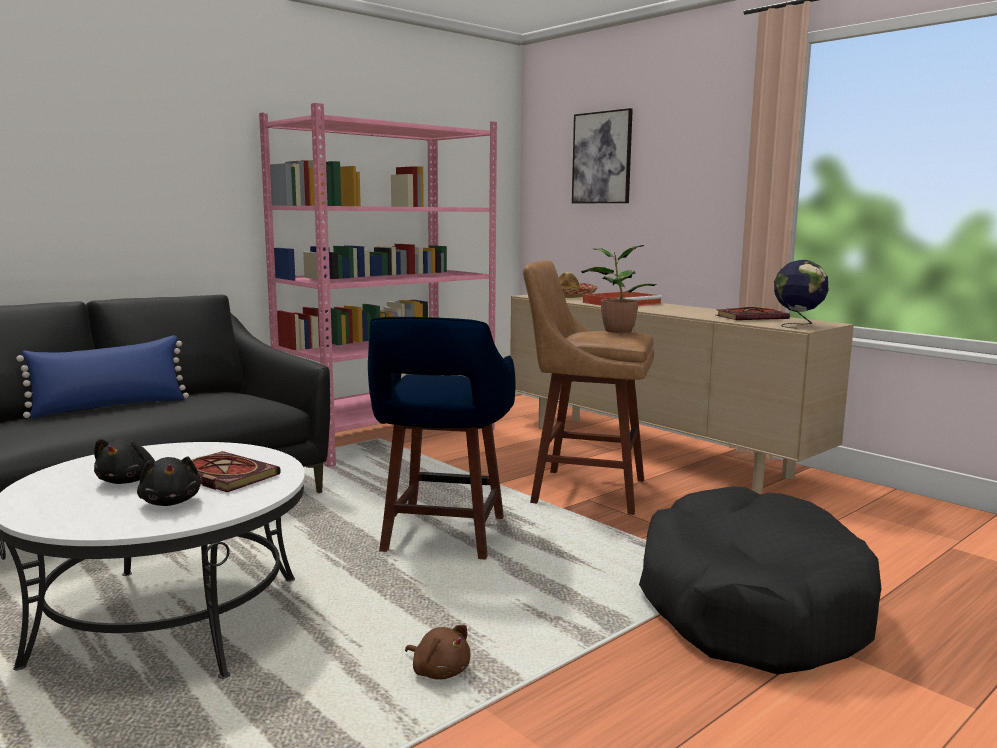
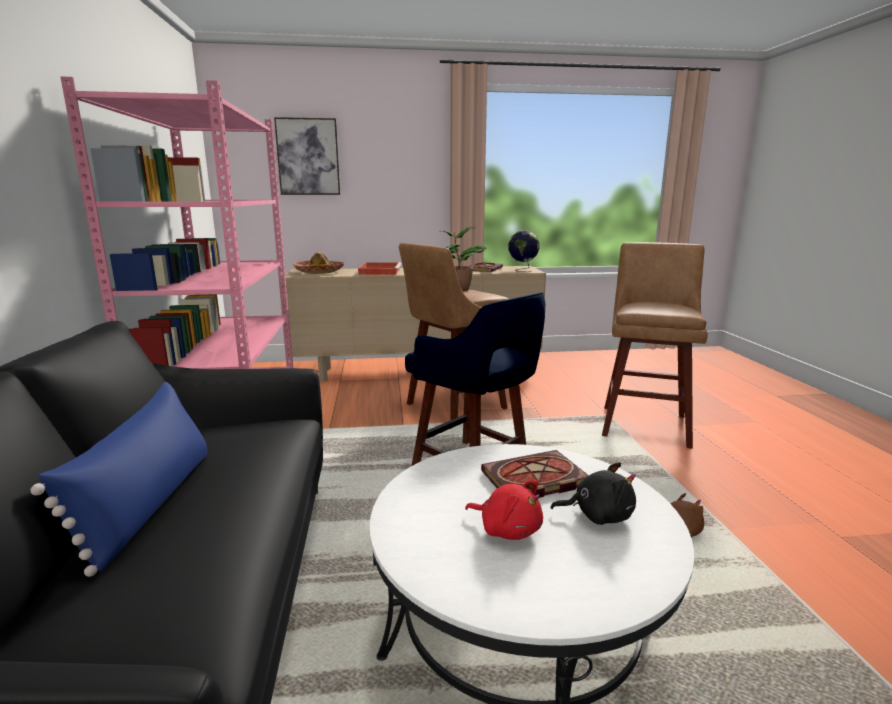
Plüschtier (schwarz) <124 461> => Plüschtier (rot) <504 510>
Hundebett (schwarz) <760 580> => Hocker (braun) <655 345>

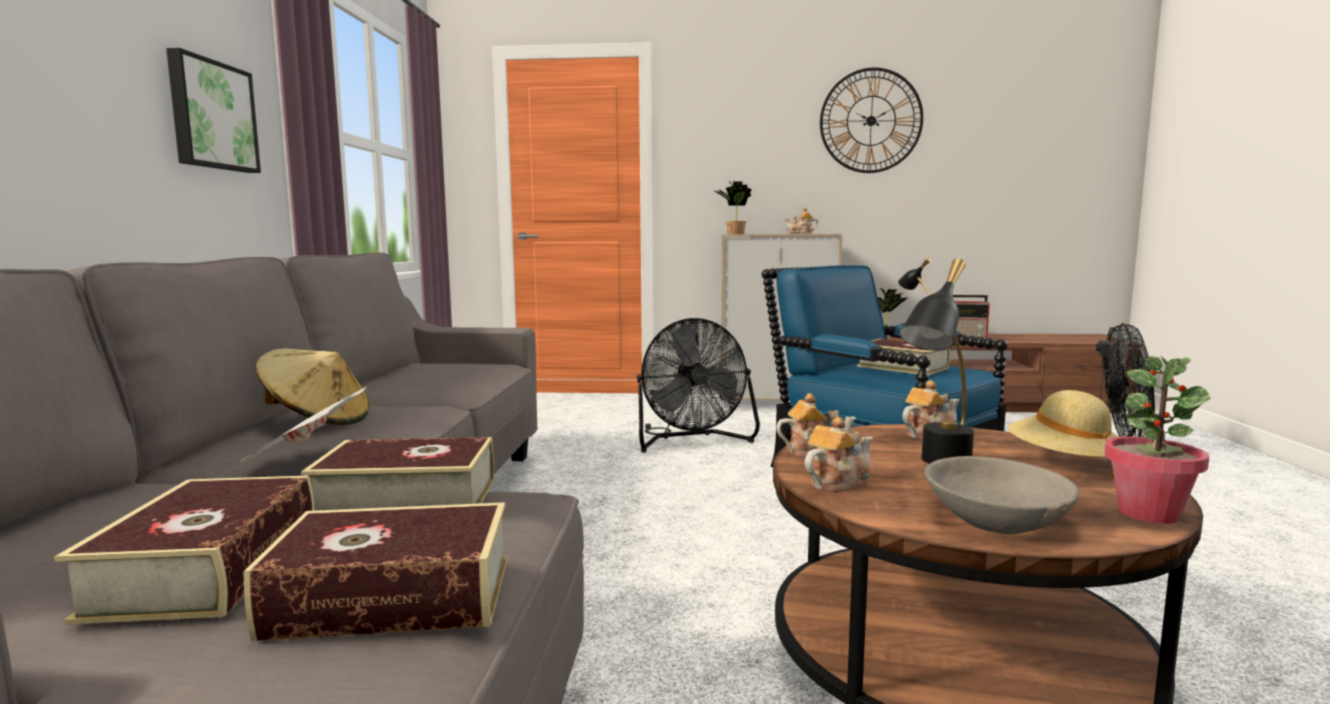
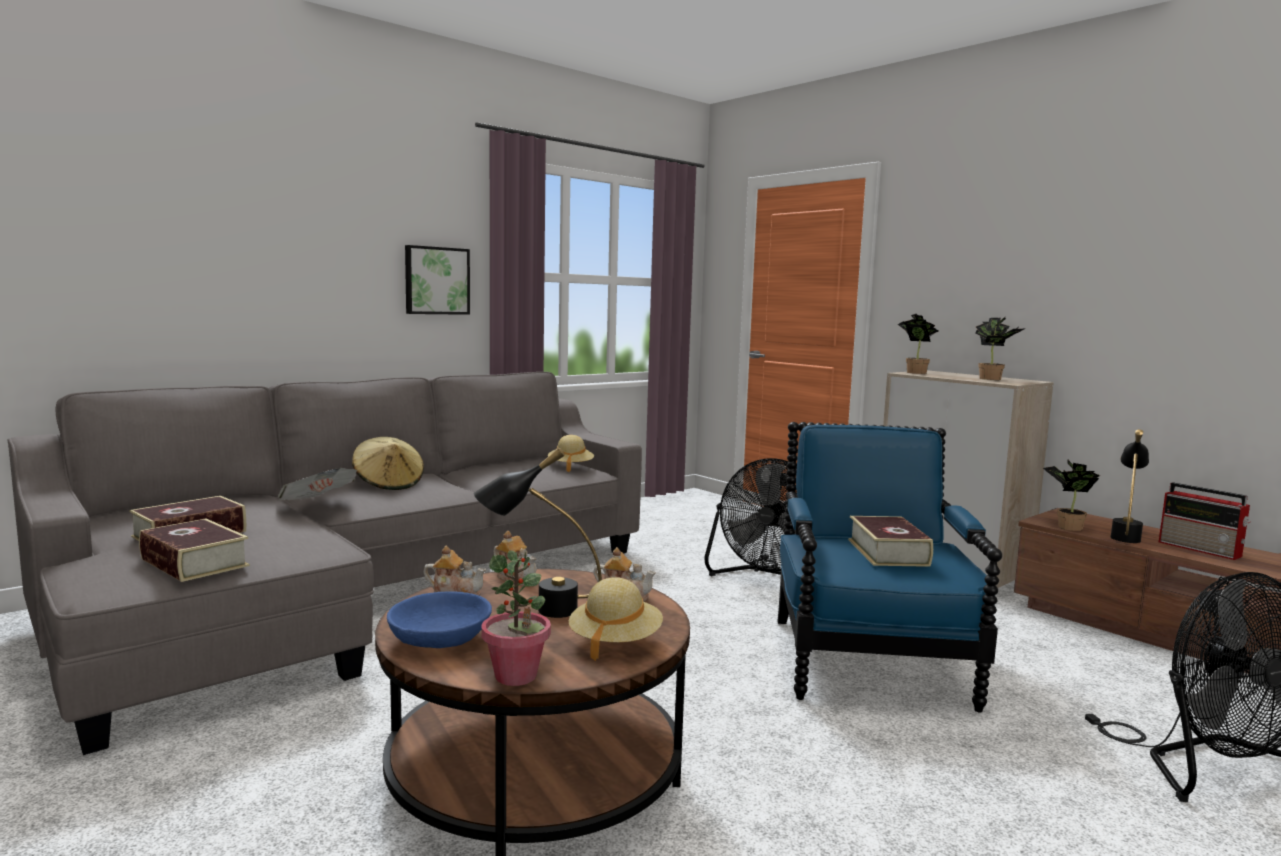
Schüssel (grau) <1002 495> => Schüssel (blau) <439 619>
nothing => Hut (beige) <571 453>
Teekanne <801 220> => Topfpflanze <999 348>
Buch <397 474> => nothing
Wanduhr <871 120> => nothing

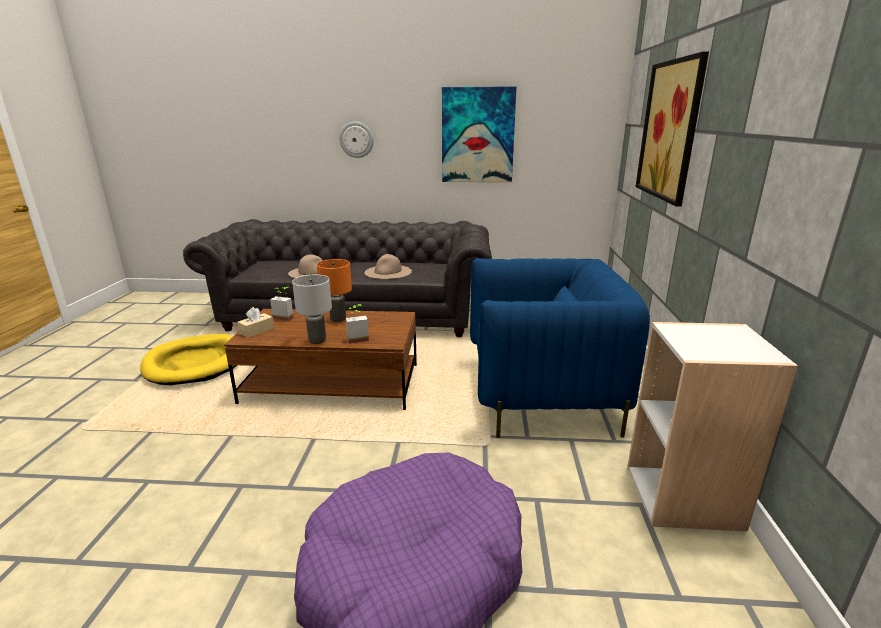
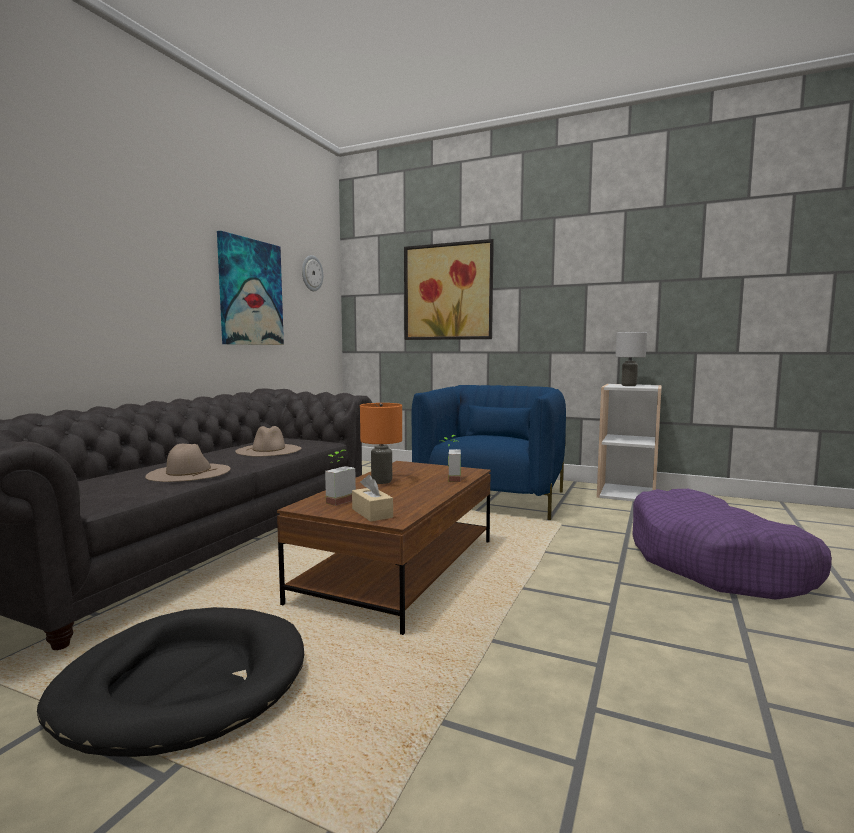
Hundebett (gelb) <188 360> => Hundebett (schwarz) <170 682>
Wanduhr <356 139> => Wanduhr <312 273>, moved
Tischlampe (weiß) <312 309> => Tischlampe (weiß) <631 358>, moved

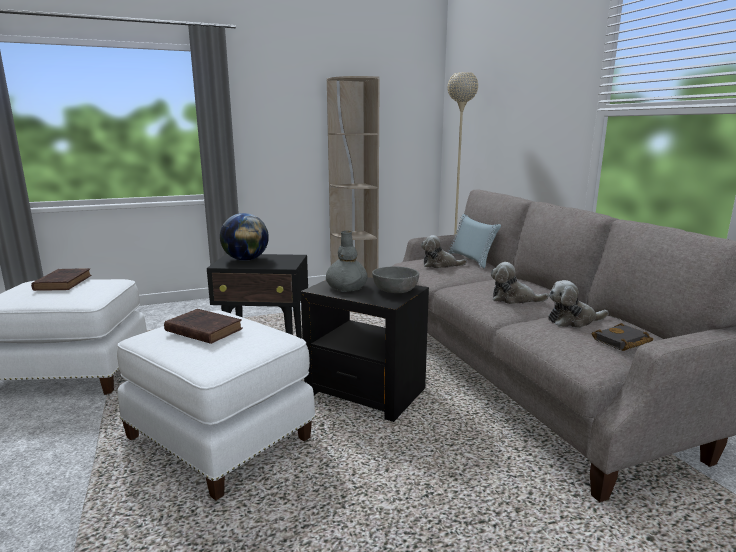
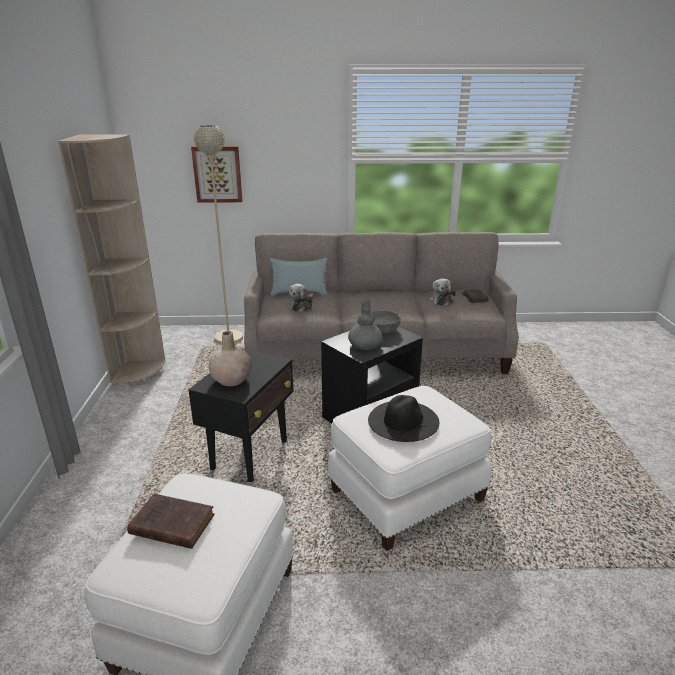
nothing => Bild <216 174>
Globus <244 237> => Vase (beige) <230 358>
Buch (braun) <203 326> => Hut (schwarz) <403 418>
Plüschtier <520 283> => nothing

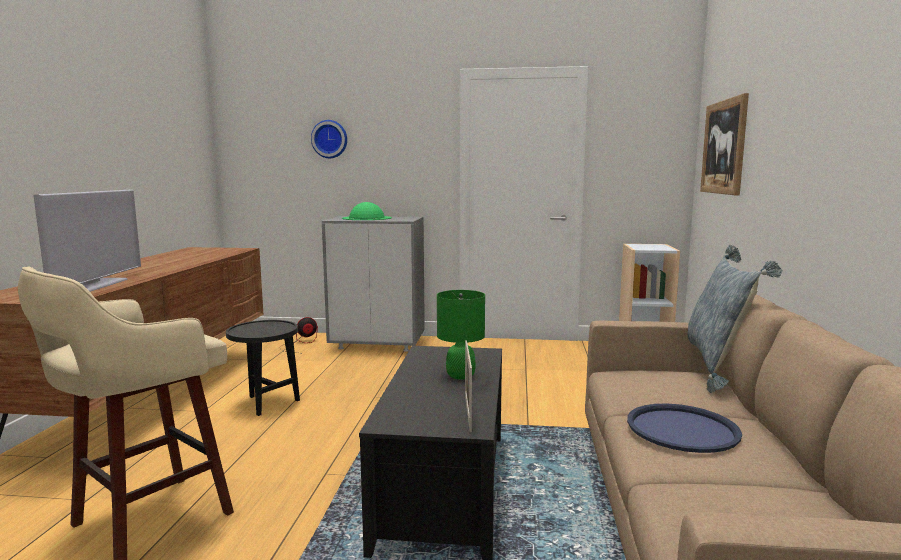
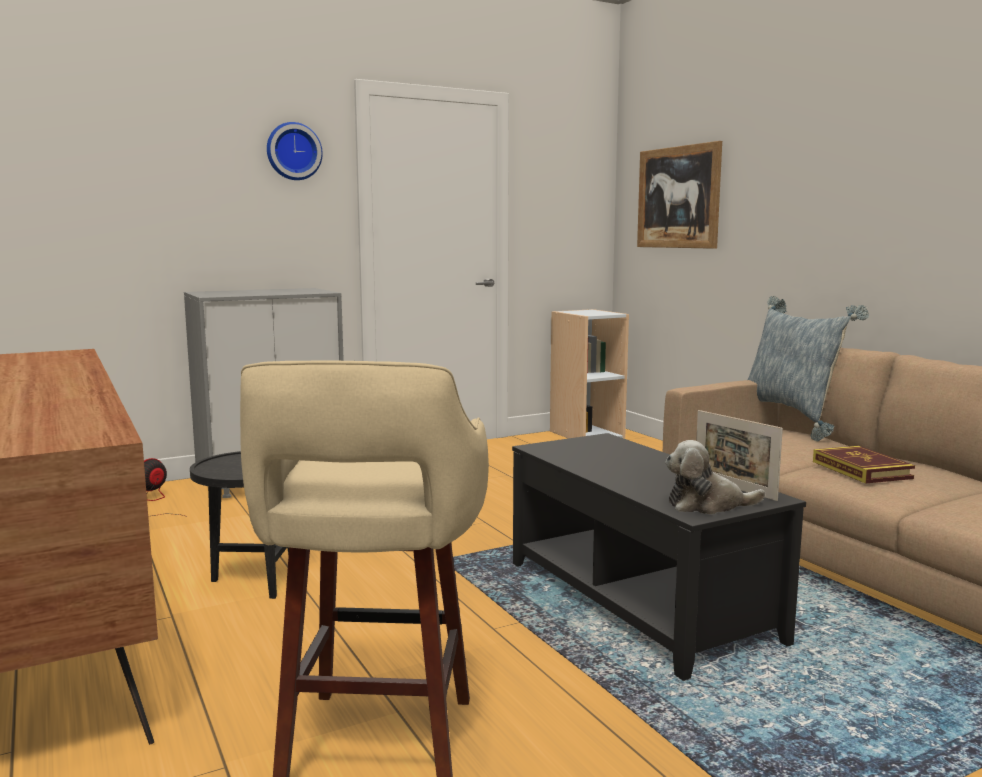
Wanduhr <329 139> => Wanduhr <295 151>, moved
nothing => Plüschtier <715 477>
Tablett (blau) <684 428> => Buch <864 465>
Fernseher <87 241> => nothing
Hut (grün) <367 211> => nothing
Tischlampe (grün) <461 335> => nothing

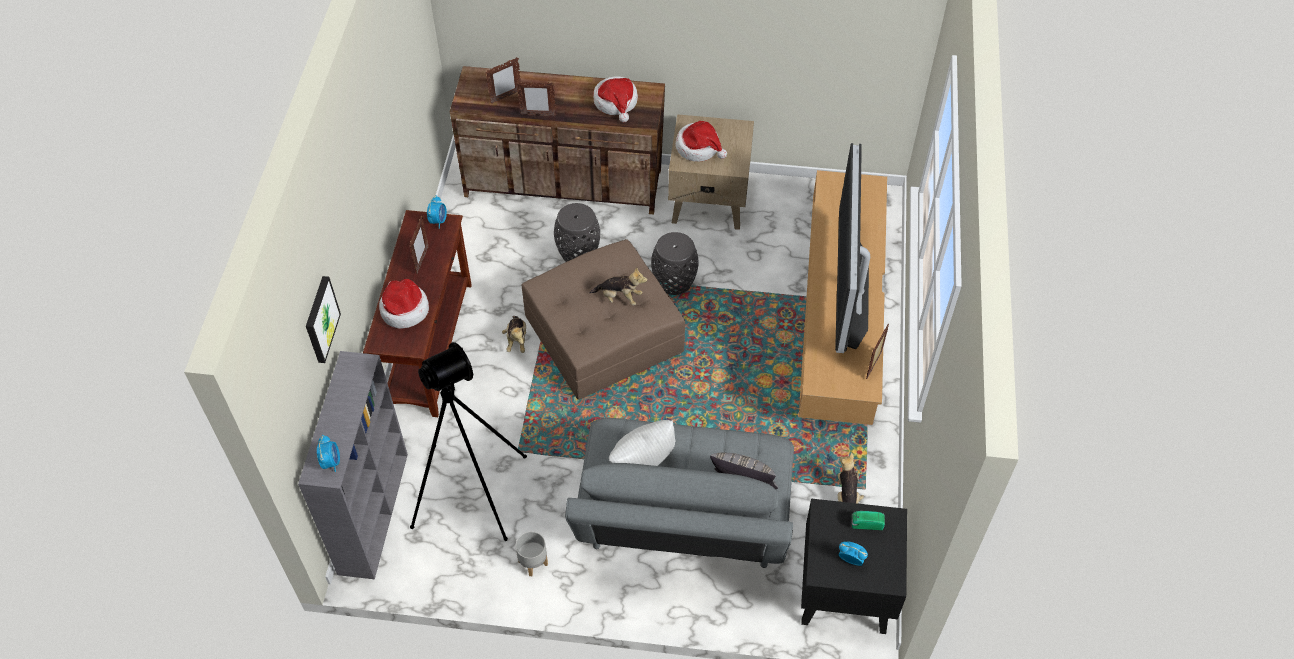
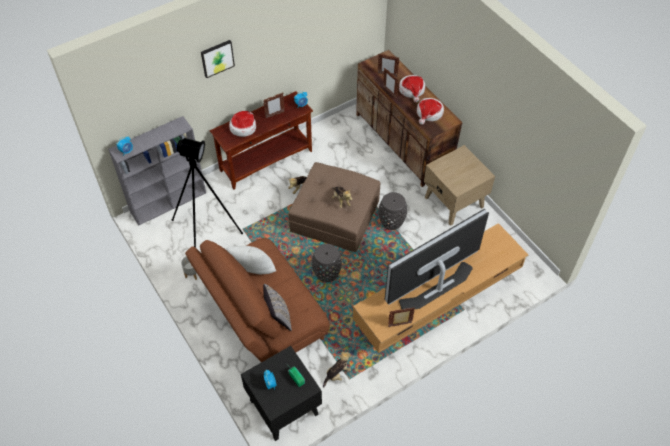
Sofa (grau) <679 493> => Sofa (braun) <257 299>
Bild <323 319> => Bild <218 59>, moved
Hocker (grau) <577 232> => Hocker (grau) <327 263>, moved
Hut <701 141> => Hut <412 89>, moved

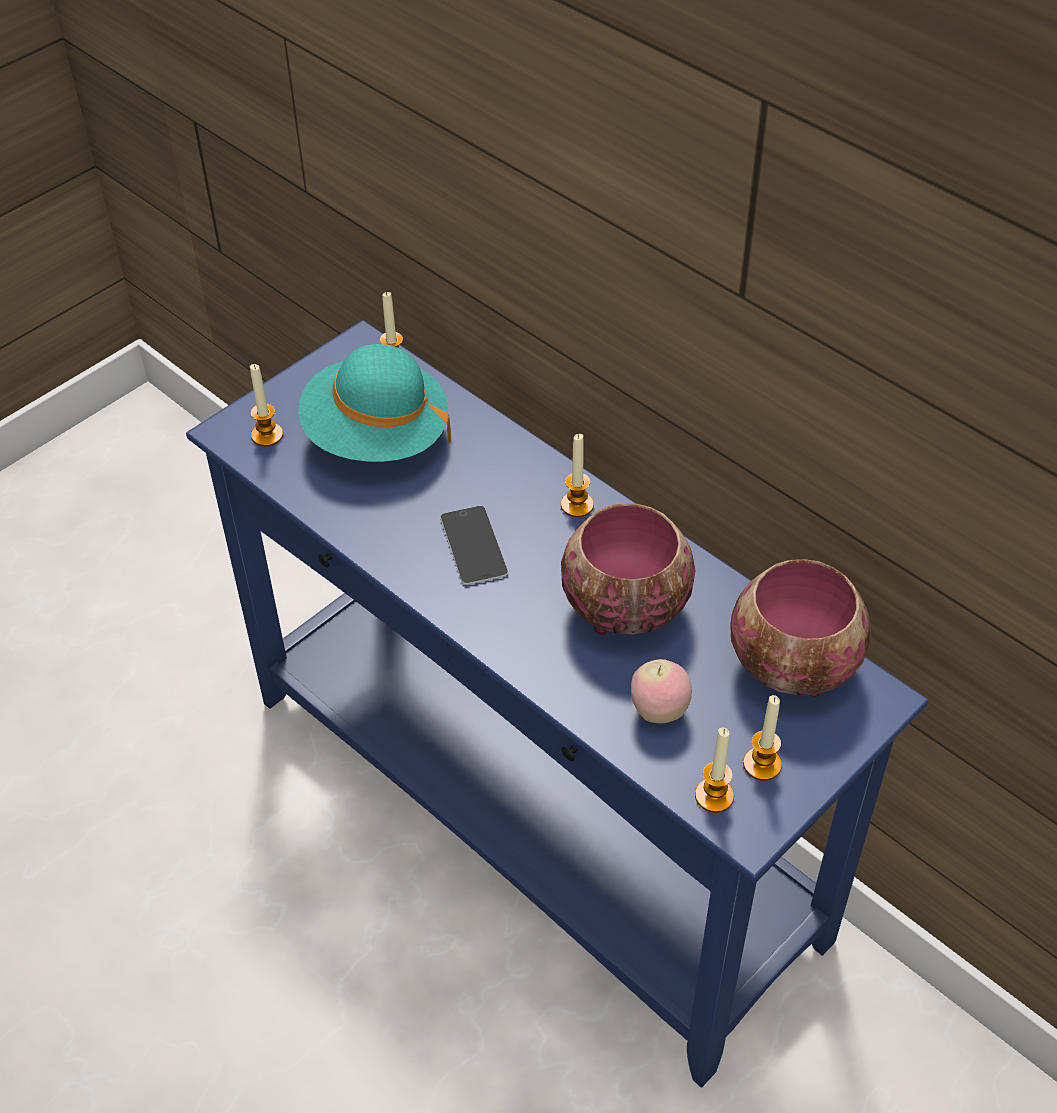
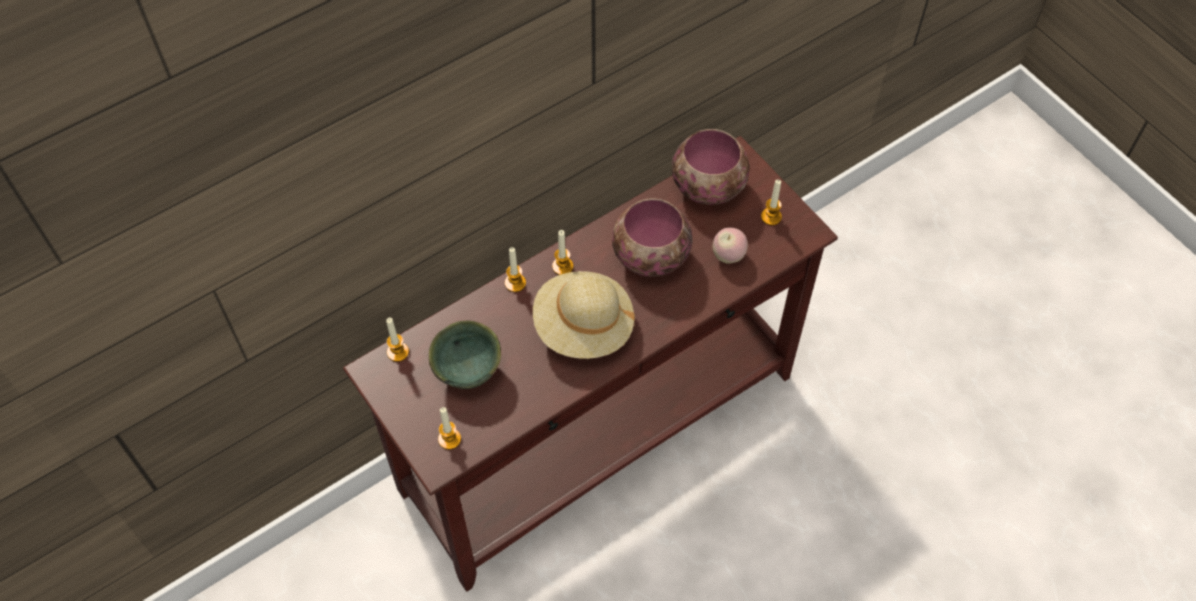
Konsolentisch (blau) <557 704> => Konsolentisch (braun) <590 364>
Hut (türkis) <374 403> => Schüssel (grün) <465 354>
Kerze <714 770> => Kerze <515 269>, moved
Handy <474 545> => Hut (beige) <584 315>

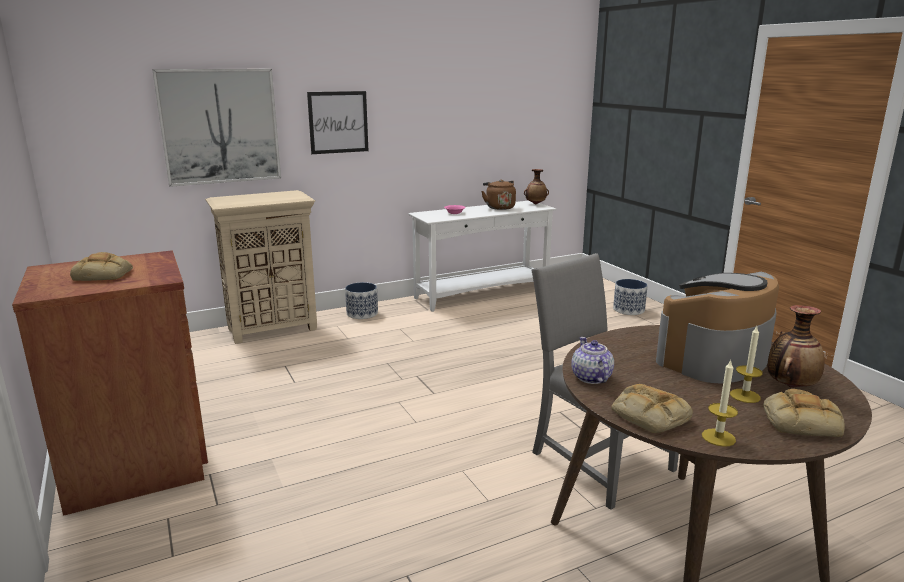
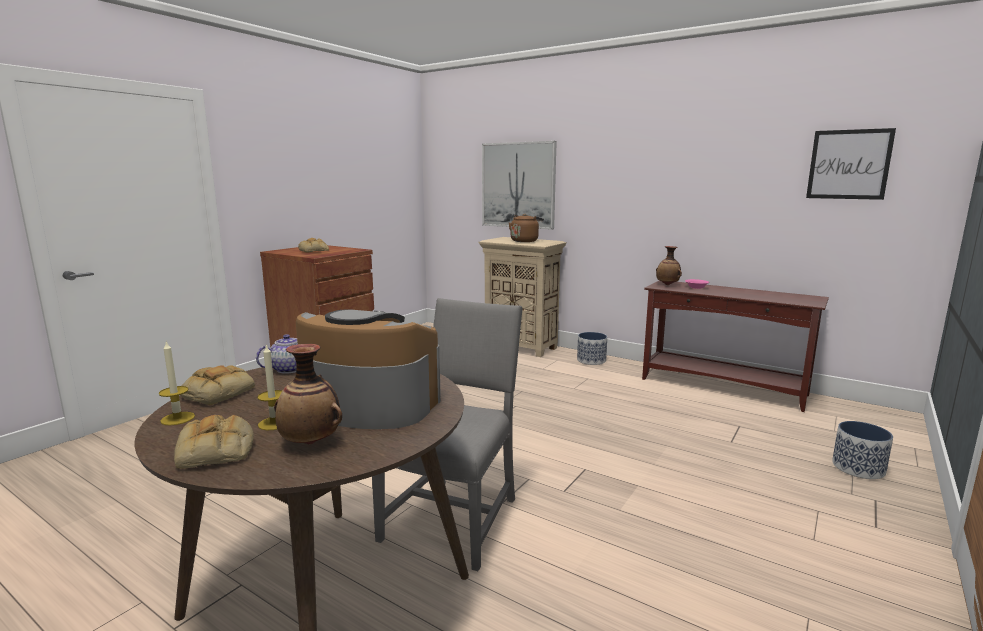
Wasserkessel (braun) <498 194> => Wasserkessel (braun) <526 228>, moved
Konsolentisch (weiß) <482 256> => Konsolentisch (braun) <735 346>
Vase <536 186> => Vase <669 265>, moved
Bild <337 122> => Bild <851 164>, moved

